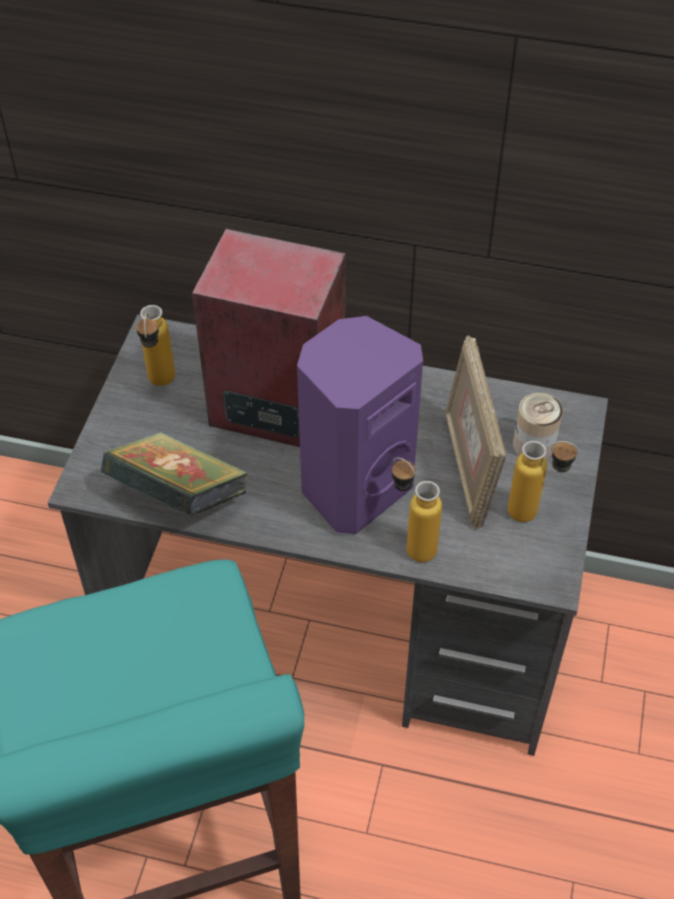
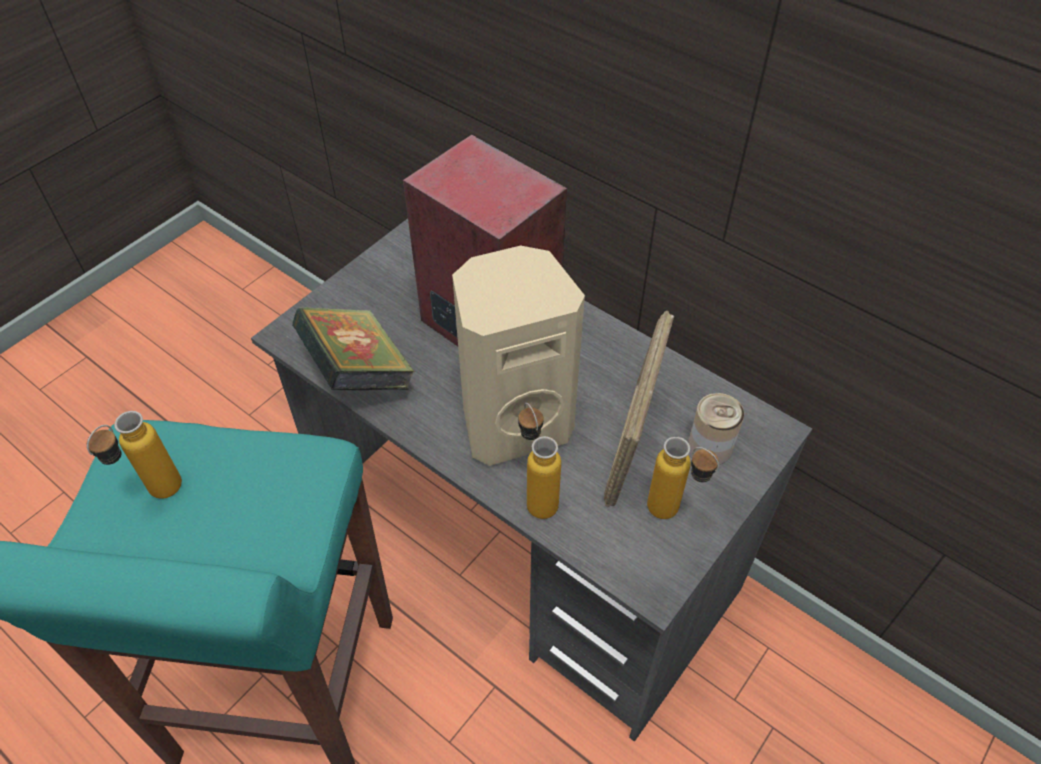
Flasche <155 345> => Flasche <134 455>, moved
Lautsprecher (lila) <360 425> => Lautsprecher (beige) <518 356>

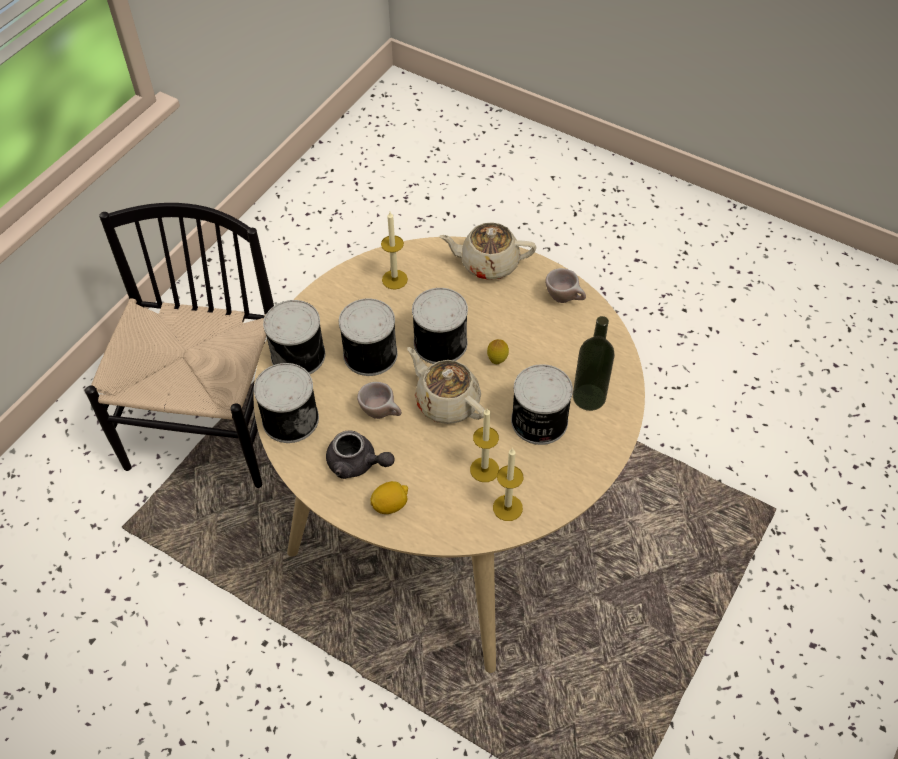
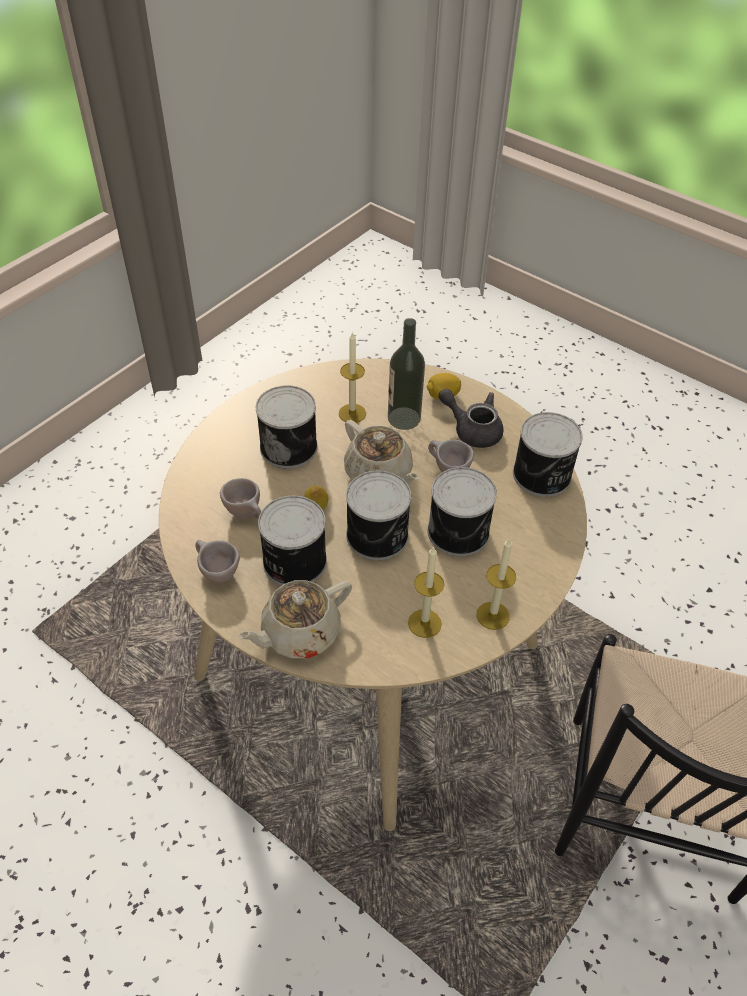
nothing => Tasse (beige) <240 498>
Teekanne (beige) <488 251> => Teekanne (beige) <294 619>, 135 degrees clockwise
Dose <294 337> => Dose <292 541>, moved
Flasche <594 363> => Flasche <406 374>, moved
Kerze <508 484> => Kerze <496 584>, moved

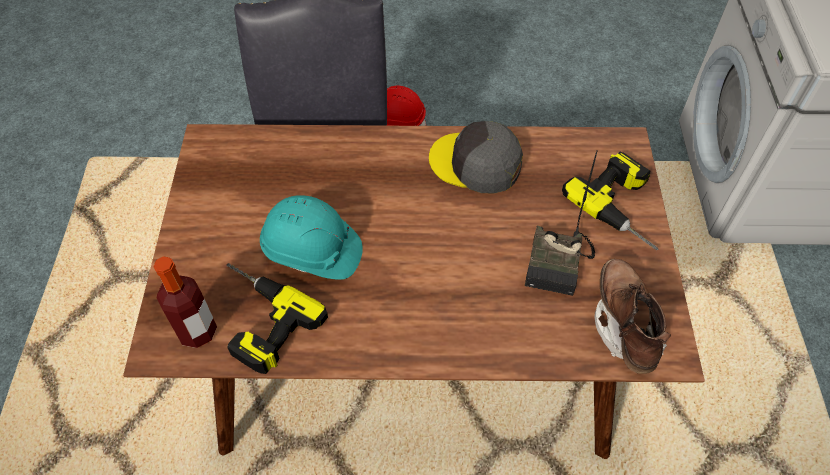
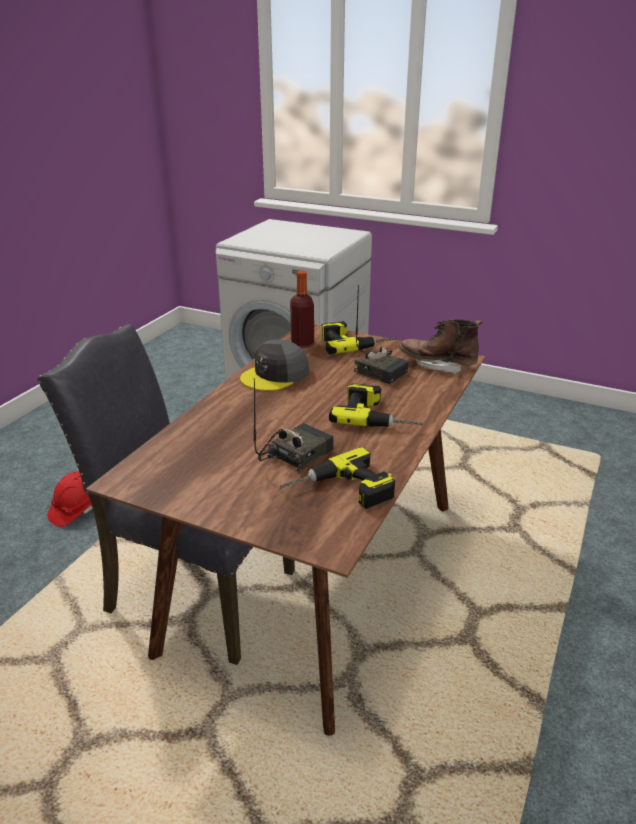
Schutzhelm (türkis) <311 237> => Radio <294 424>
Flasche <185 302> => Flasche <302 309>, moved
nothing => Bohrmaschine <376 405>

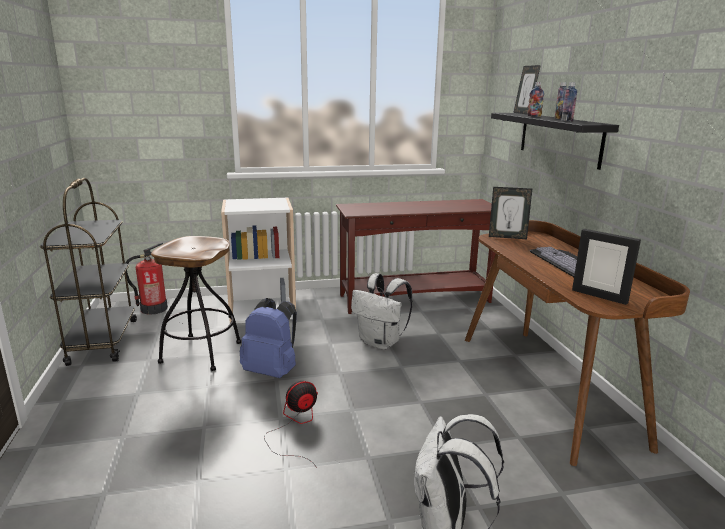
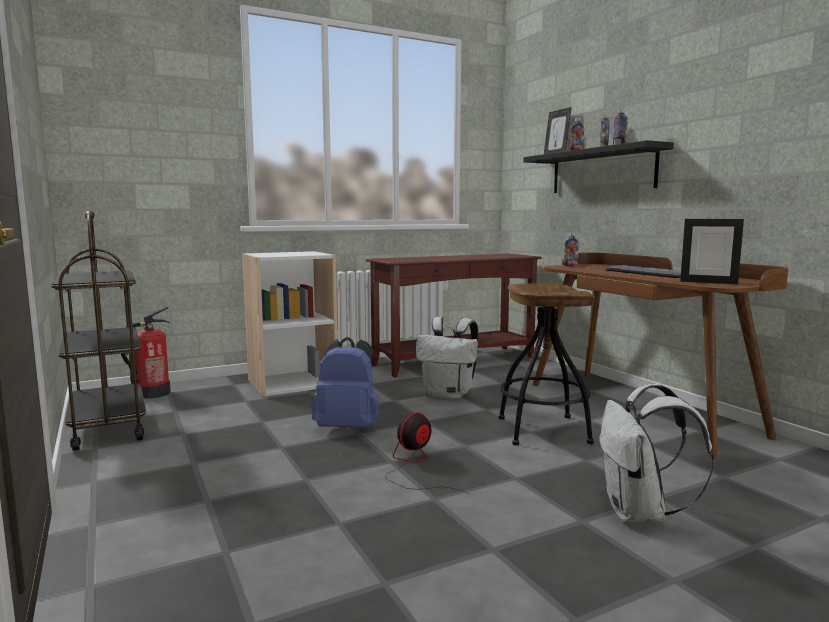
Hocker (braun) <196 303> => Hocker (braun) <546 364>, moved
Bilderrahmen <510 213> => Flasche <571 249>

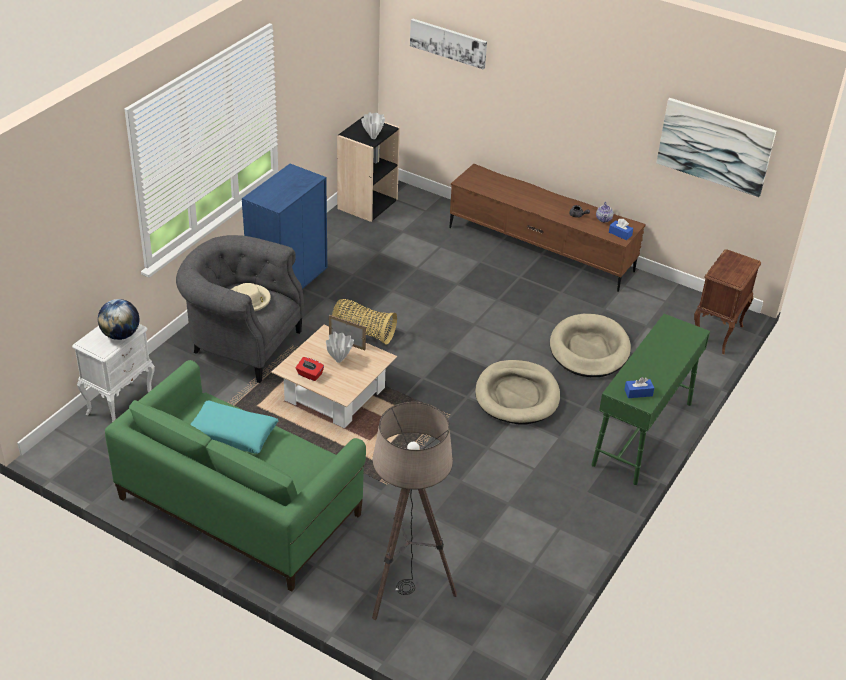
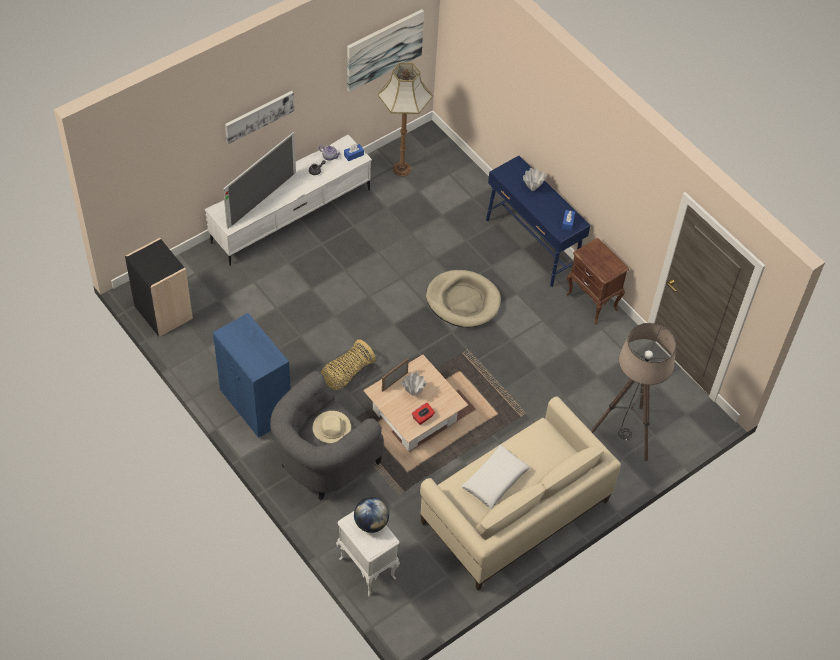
Fernsehschrank (braun) <547 228> => Fernsehschrank (weiß) <288 200>
nothing => Fernseher <259 180>
Bild <448 44> => Bild <259 117>, moved
nothing => Stehlampe <405 120>
Sofa (grün) <235 476> => Sofa (beige) <520 493>
Kissen (türkis) <234 427> => Kissen (weiß) <495 477>
Konsolentisch (grün) <650 399> => Konsolentisch (blau) <538 221>
Vase (weiß) <373 125> => Vase (weiß) <535 179>, moved
Nachttisch (braun) <727 302> => Nachttisch (braun) <597 281>, moved
Hundebett (beige) <590 345> => nothing

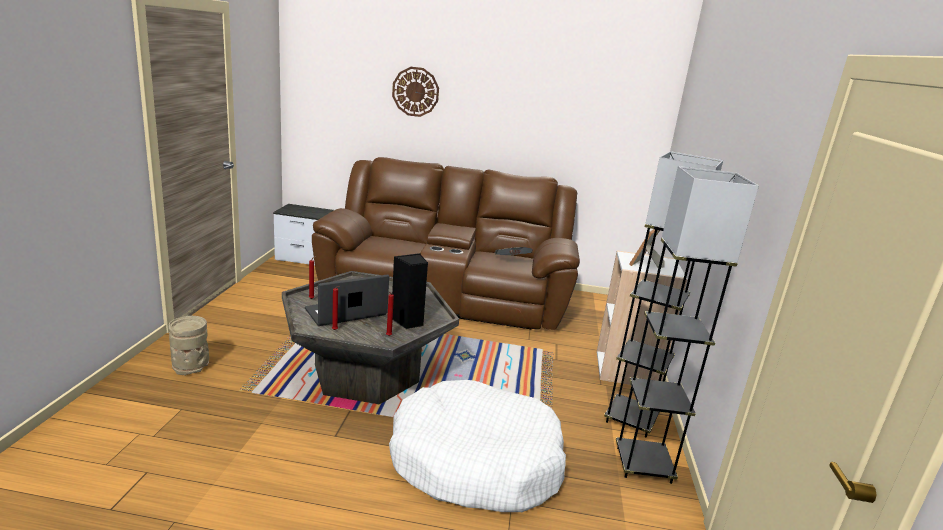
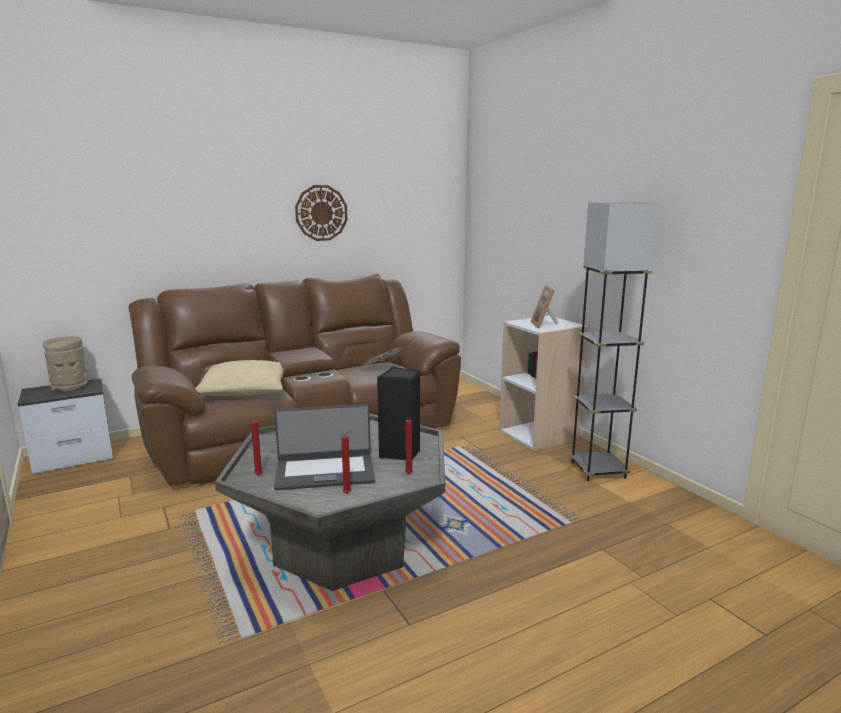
Vase (beige) <188 346> => Vase (beige) <65 364>, moved
nothing => Kissen (beige) <239 378>
Laptop <347 300> => Laptop <324 447>, 120 degrees counterclockwise
Wanduhr <415 92> => Wanduhr <321 213>, moved
Hundebett (weiß) <477 446> => nothing
Stehlampe (grau) <687 325> => nothing

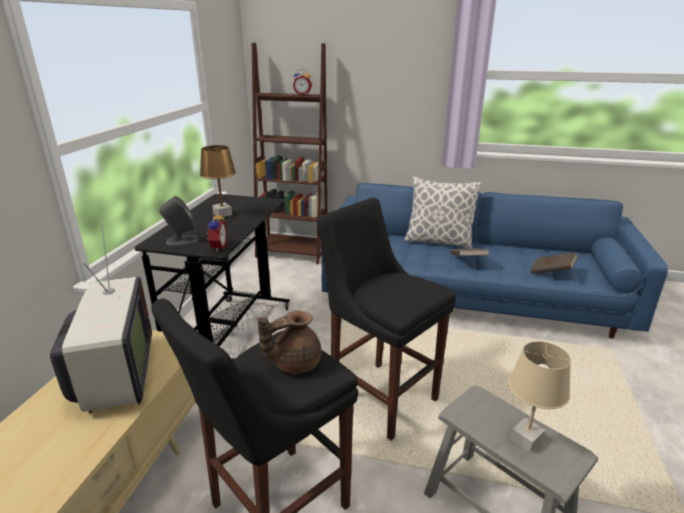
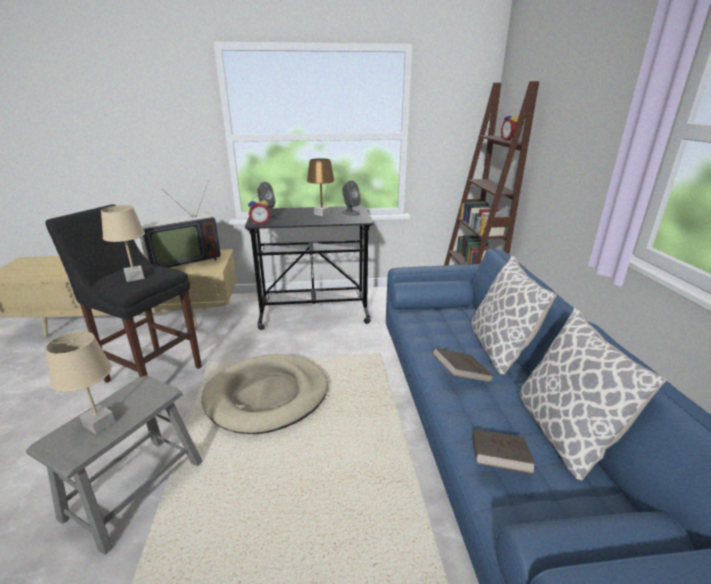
Teekanne (braun) <290 342> => Tischlampe (beige) <123 243>
Hocker (schwarz) <386 319> => Hundebett (beige) <264 394>
nothing => Lautsprecher (grau) <351 198>
nothing => Kissen <593 394>

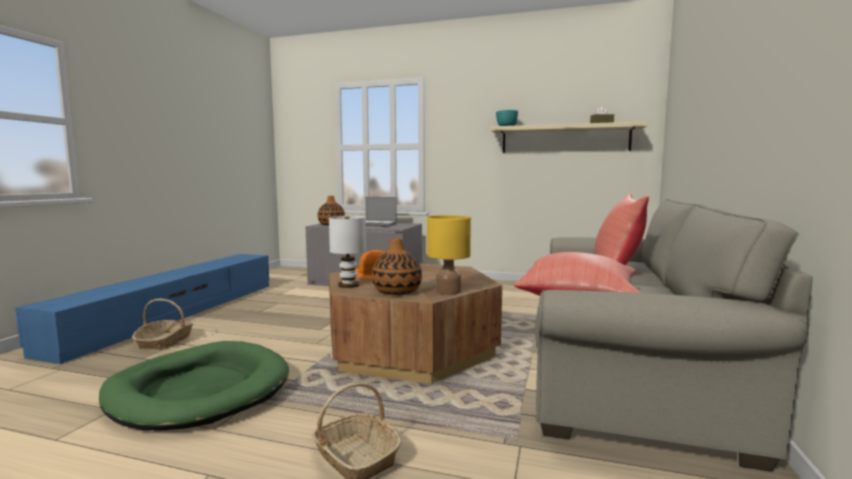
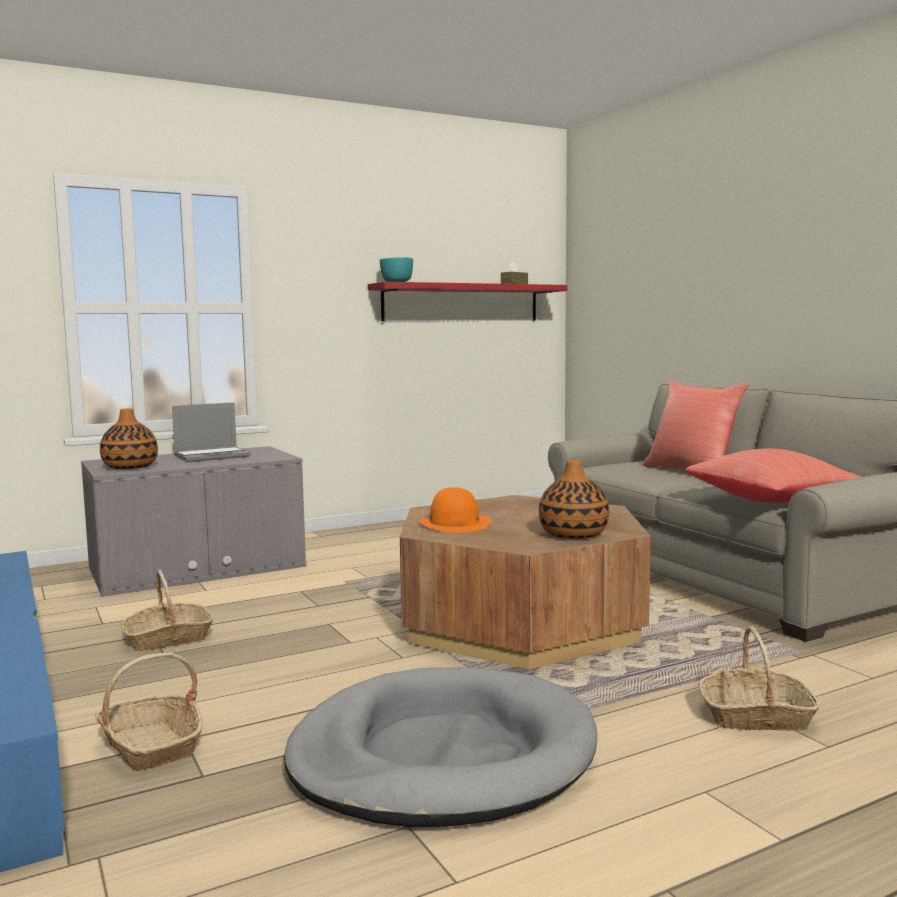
nothing => Korb <167 610>
Hundebett (grün) <194 386> => Hundebett (grau) <441 747>
Wandregal (beige) <569 137> => Wandregal (rot) <468 302>
Tischlampe (weiß) <347 252> => nothing
Tischlampe (gelb) <449 255> => nothing

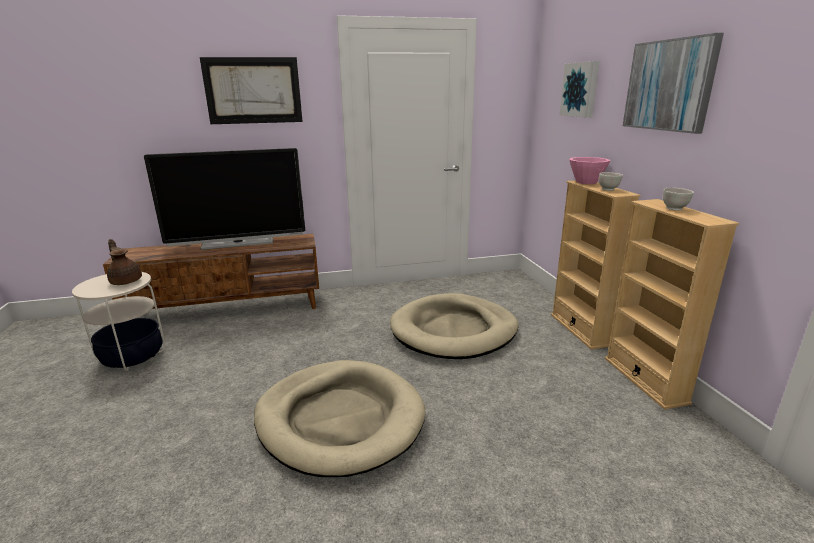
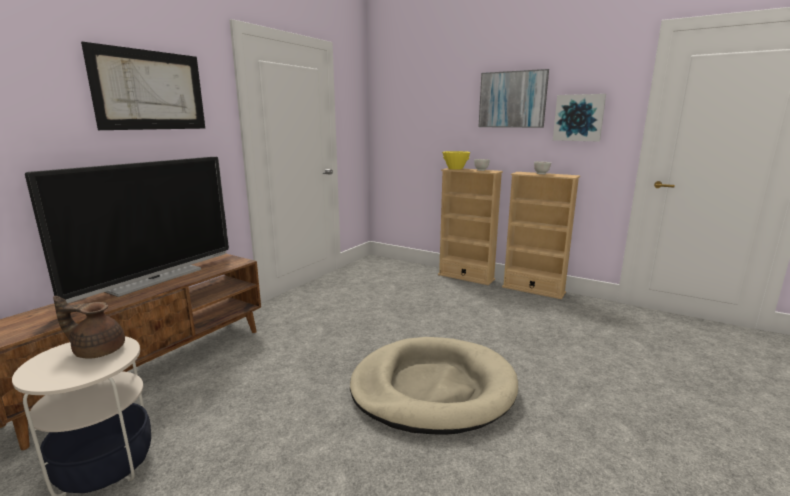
Schüssel (rosa) <589 170> => Schüssel (gelb) <456 160>
Bild <579 89> => Bild <579 117>, moved
Hundebett (beige) <454 326> => nothing

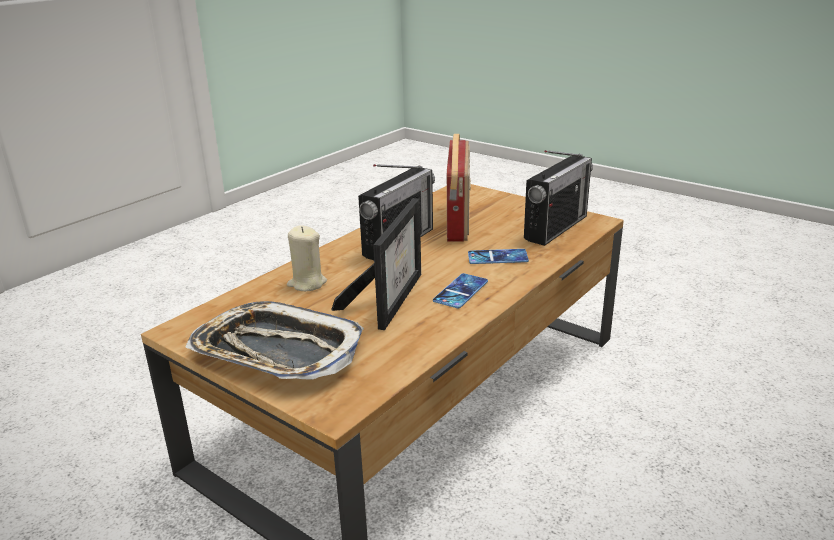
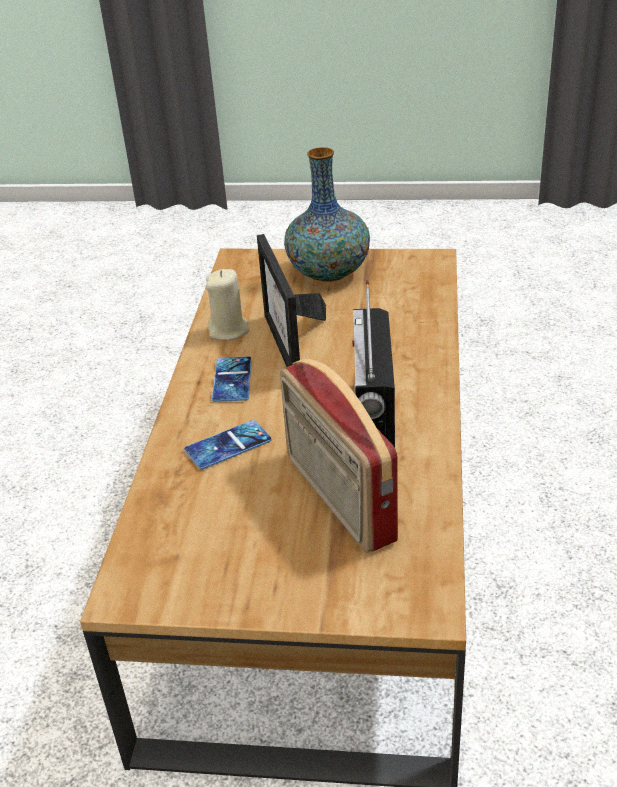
Kerze (beige) <307 258> => Kerze (beige) <228 304>, moved
Tablett <275 340> => Vase <327 214>
Radio <558 198> => nothing

